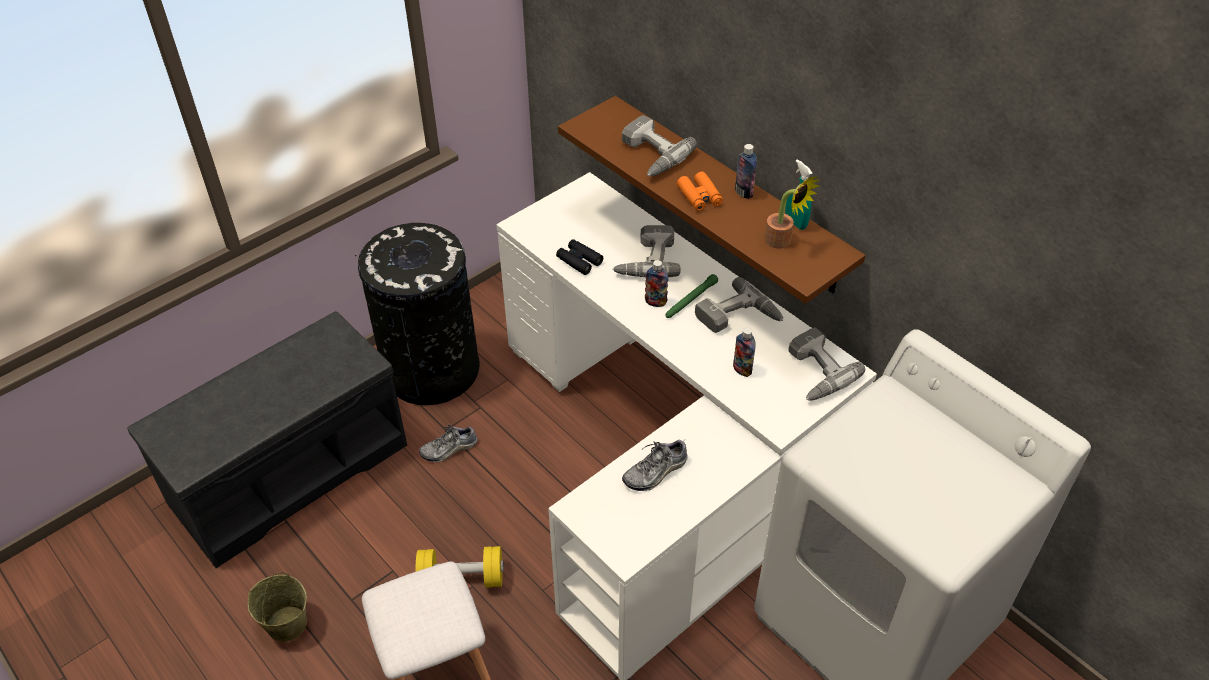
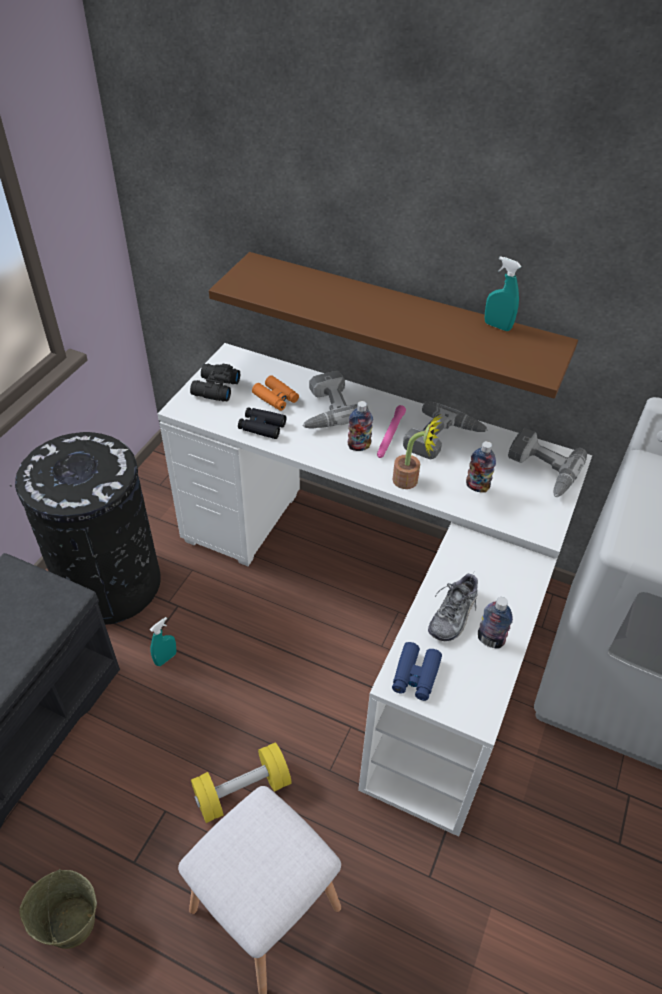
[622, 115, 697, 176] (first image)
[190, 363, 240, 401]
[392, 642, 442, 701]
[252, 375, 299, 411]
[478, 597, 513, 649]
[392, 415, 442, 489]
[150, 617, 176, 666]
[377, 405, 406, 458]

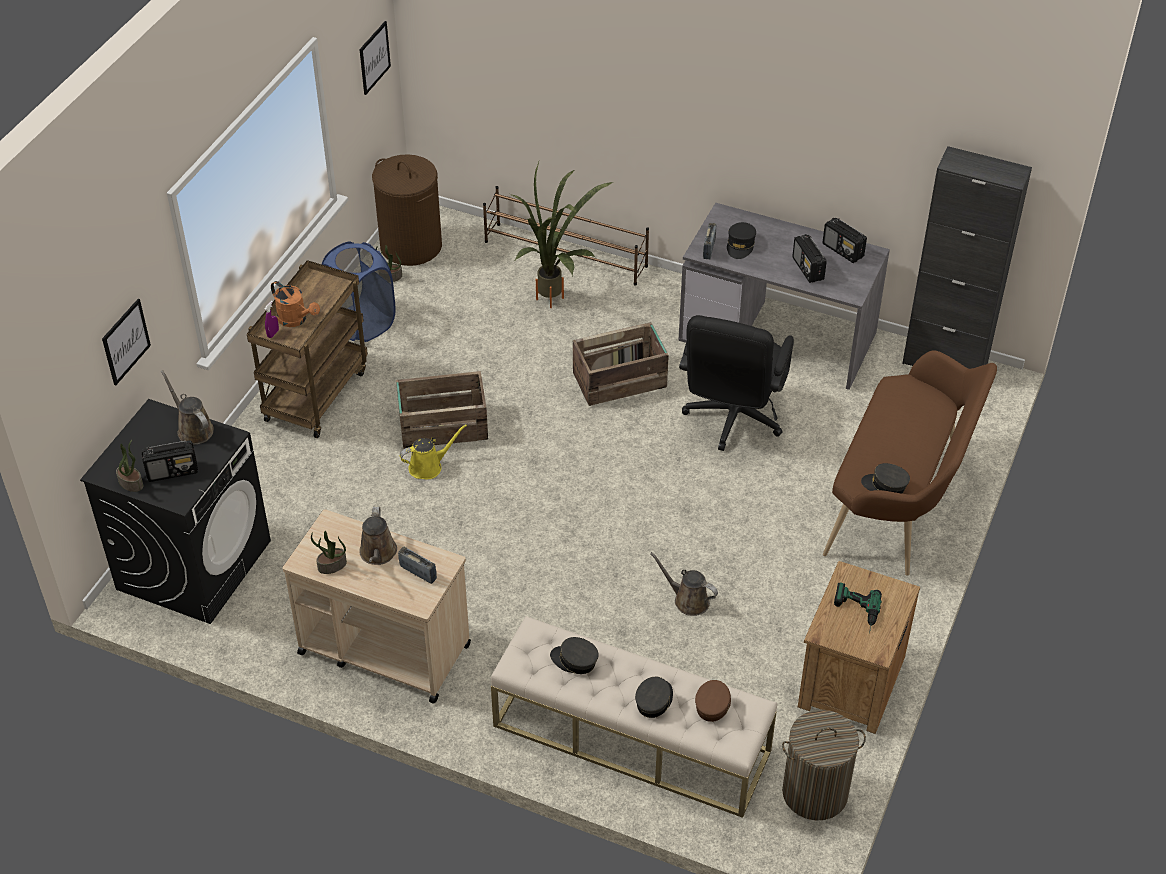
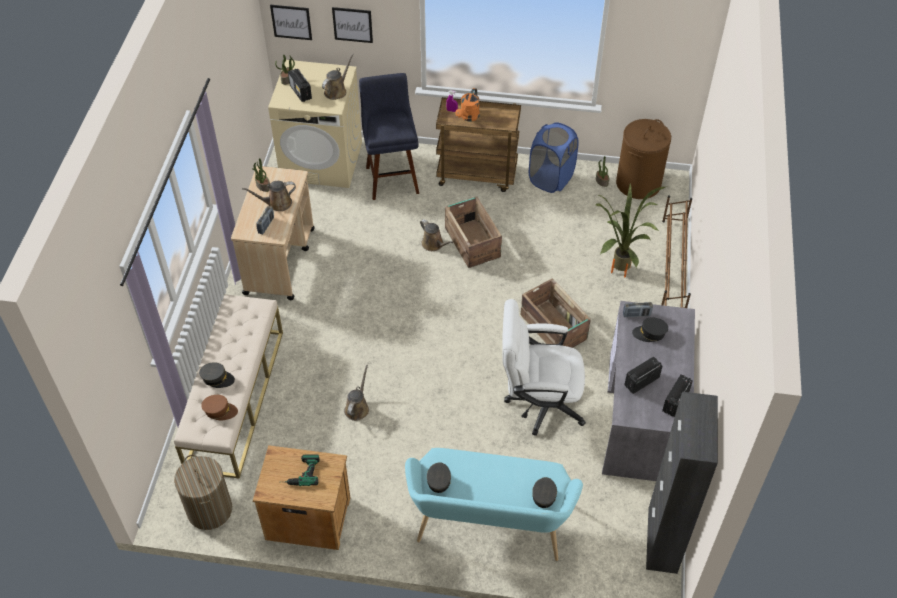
[359, 73, 419, 200]
[270, 5, 312, 40]
[532, 477, 557, 508]
[268, 60, 362, 188]
[420, 219, 453, 251]
[502, 299, 586, 436]
[405, 448, 583, 561]

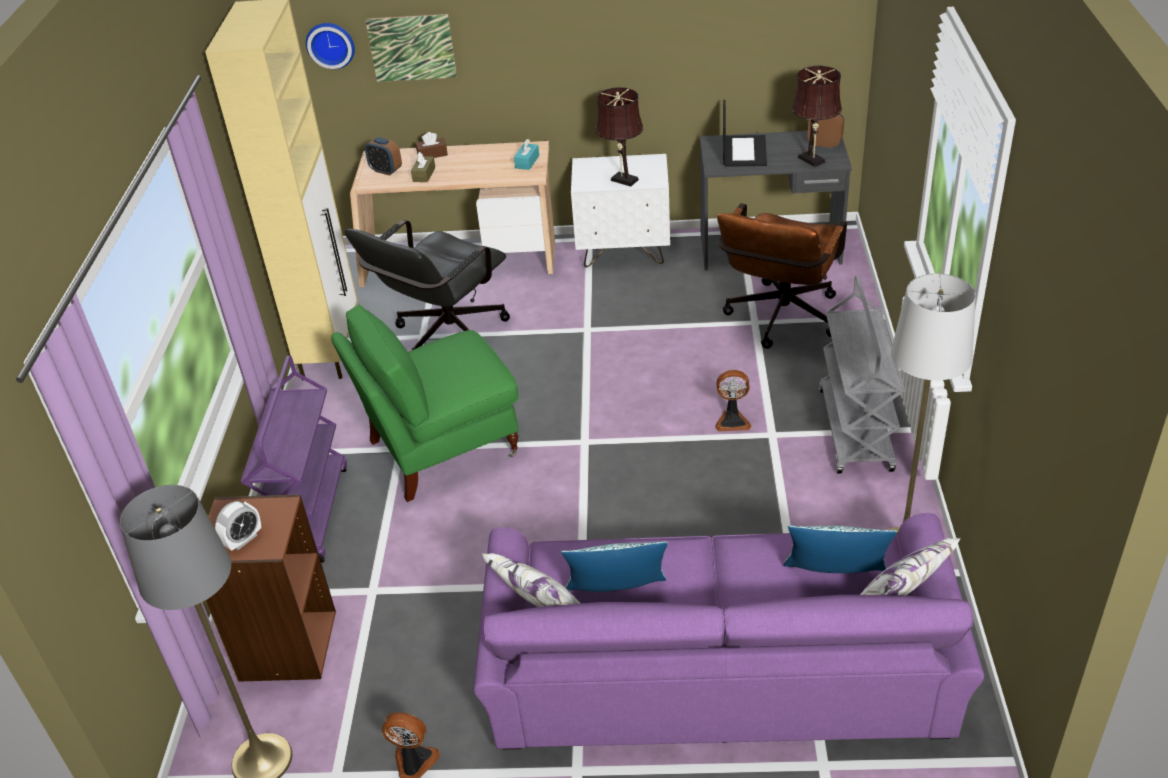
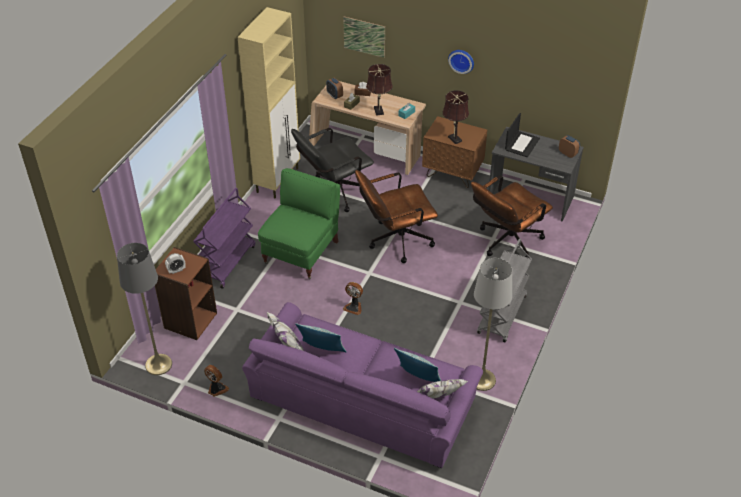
[355, 170, 438, 263]
[448, 50, 474, 74]
[343, 282, 363, 315]
[366, 64, 392, 116]
[422, 116, 487, 188]
[258, 168, 340, 279]

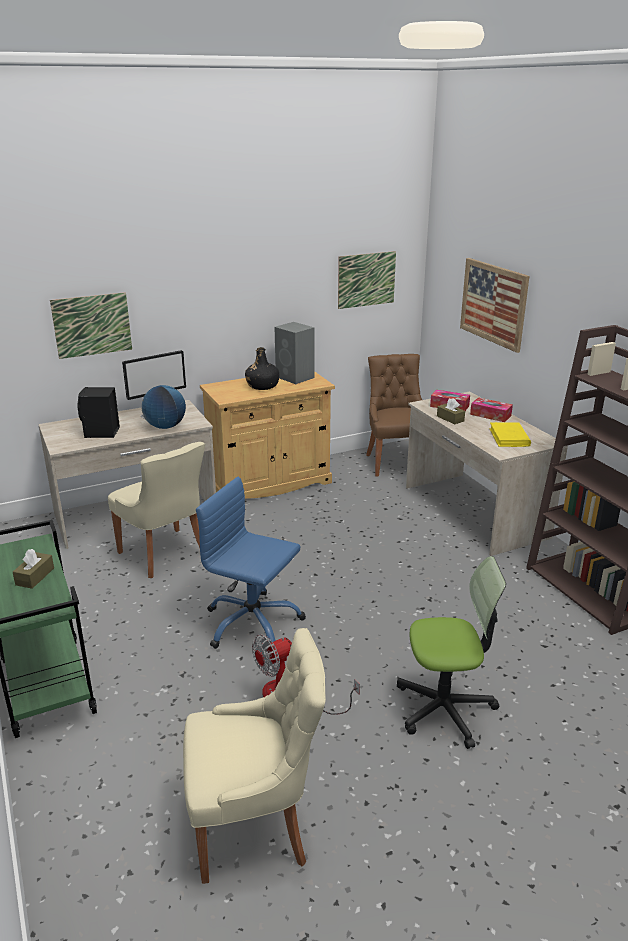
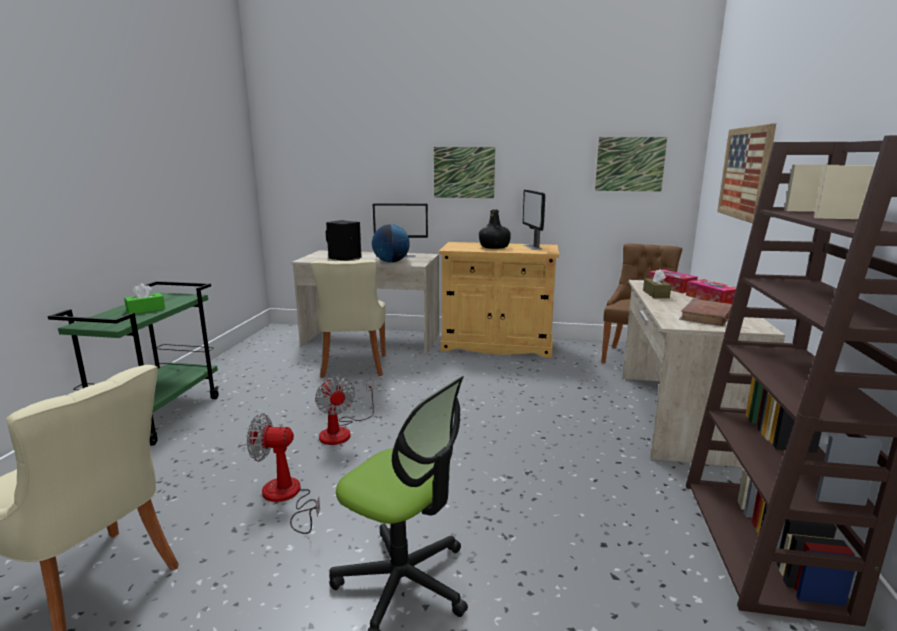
[434, 147, 495, 198]
[315, 377, 374, 445]
[522, 190, 545, 250]
[124, 283, 165, 314]
[679, 299, 732, 326]

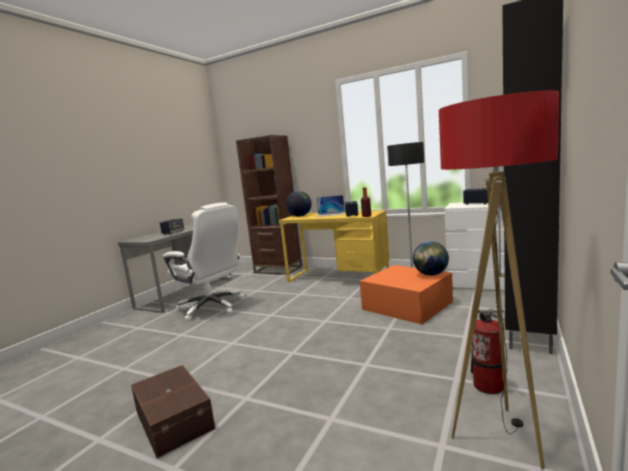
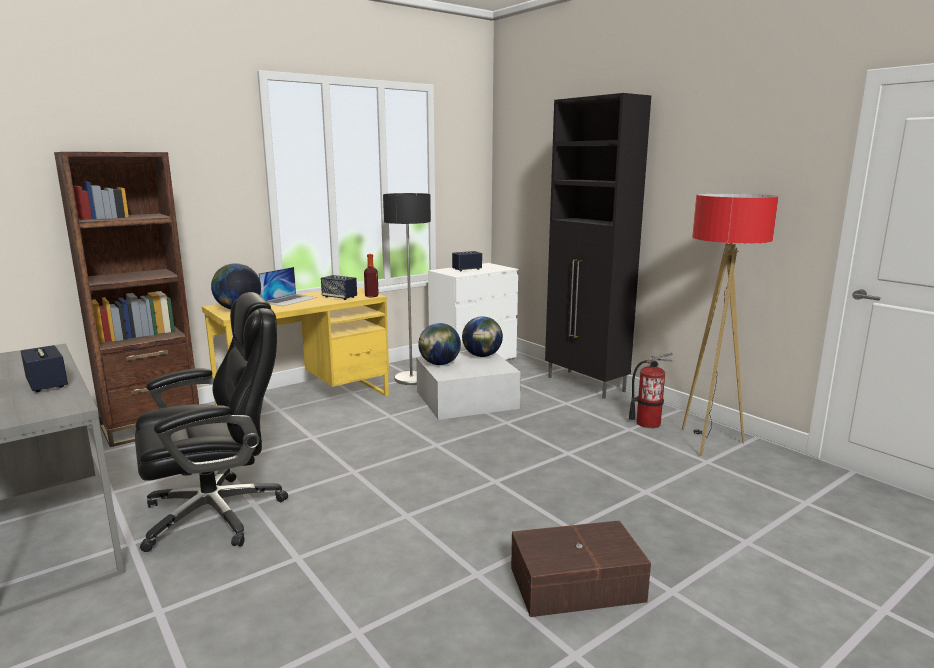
[418, 323, 461, 365]
[135, 292, 288, 552]
[416, 352, 521, 420]

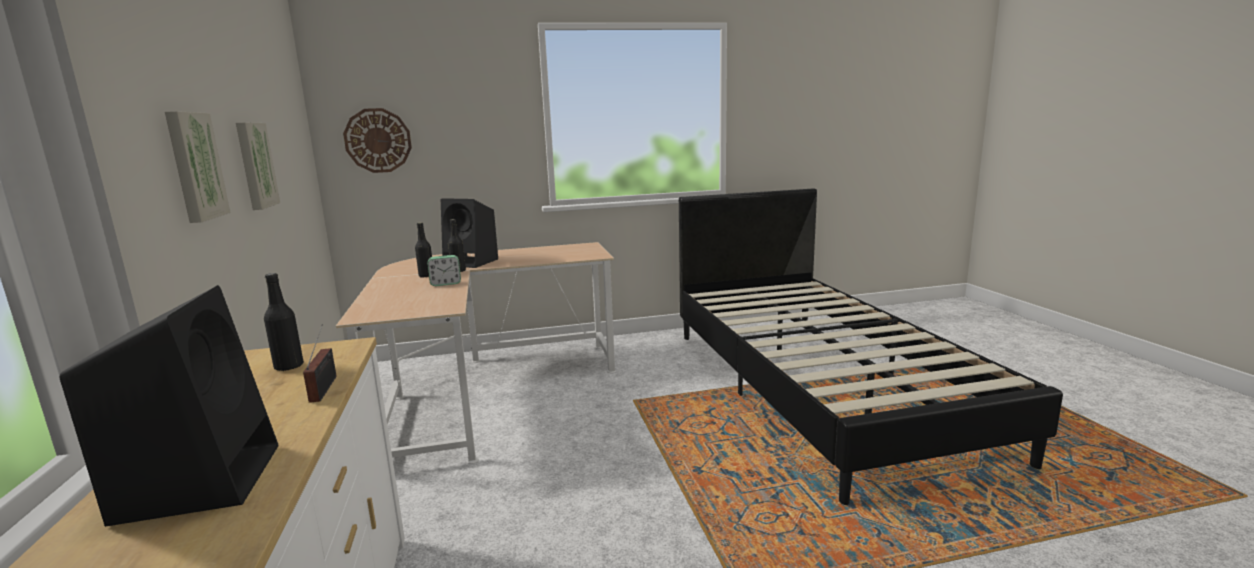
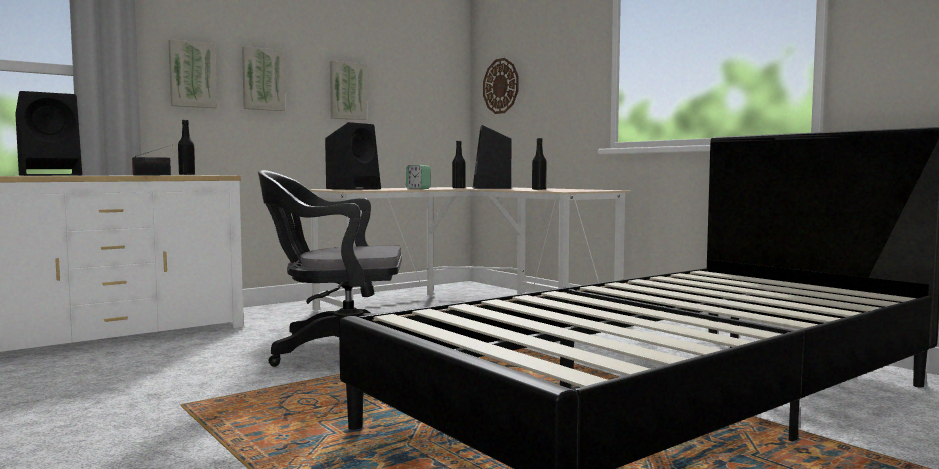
[169, 39, 217, 108]
[258, 170, 402, 367]
[325, 122, 381, 190]
[532, 138, 547, 190]

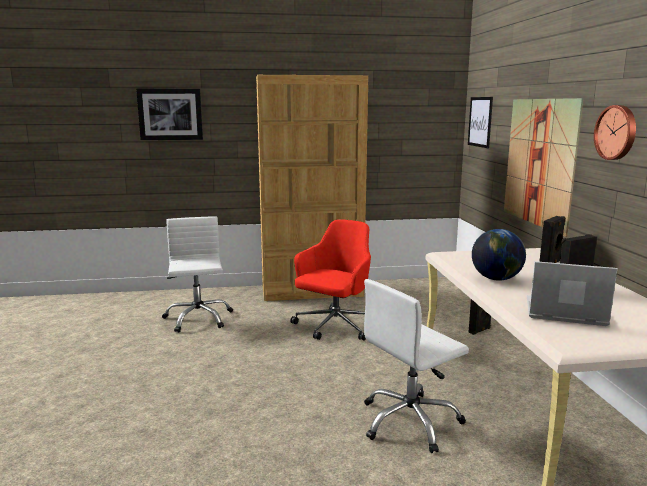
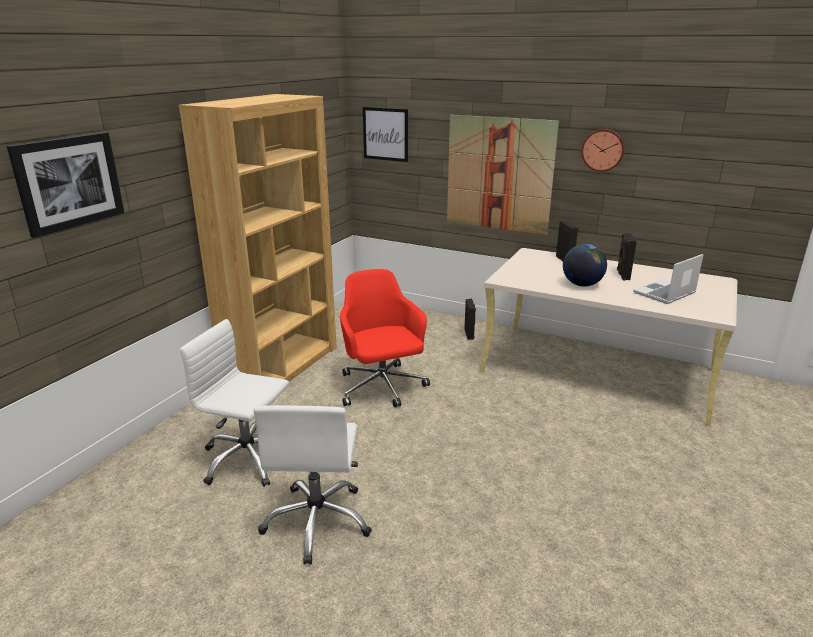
[254, 405, 372, 565]

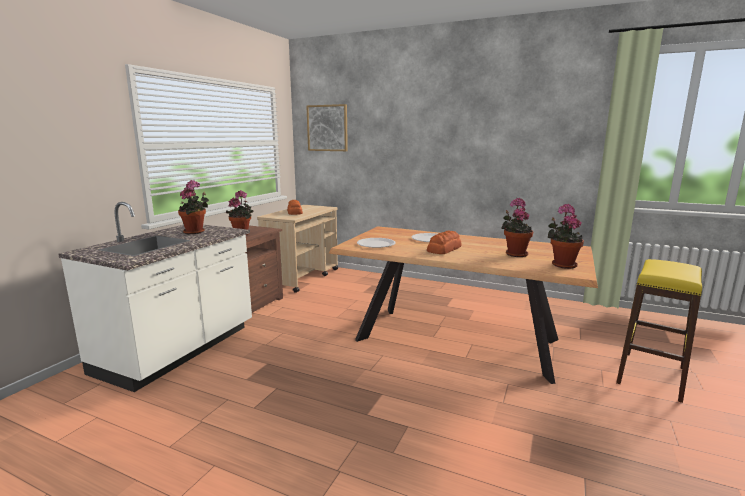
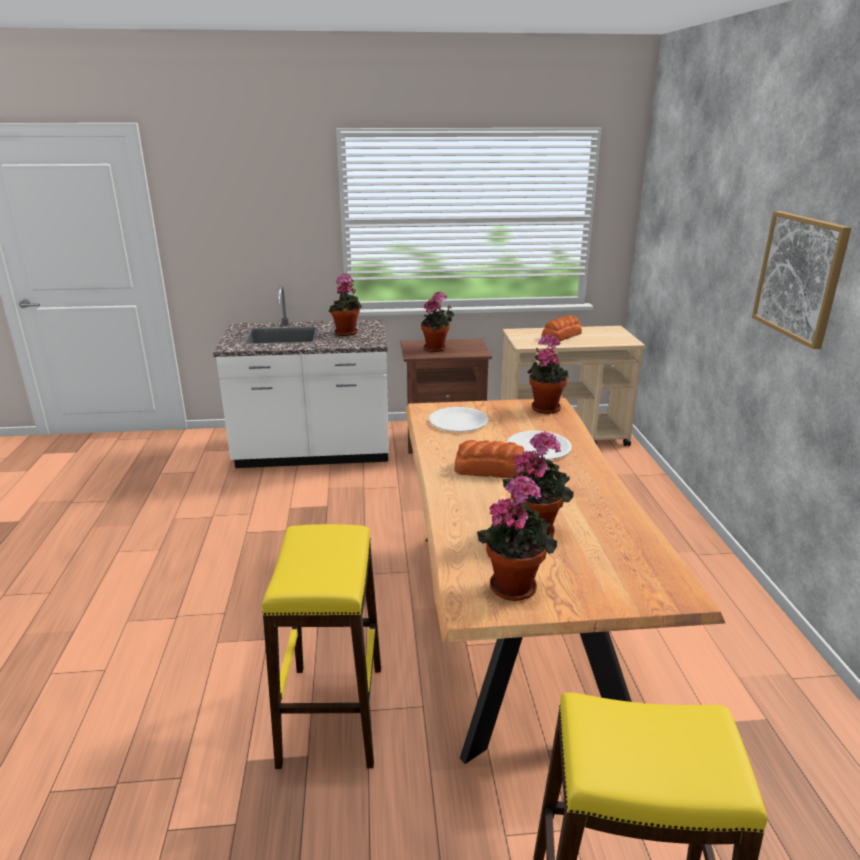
[262, 524, 381, 769]
[527, 334, 569, 414]
[752, 211, 852, 350]

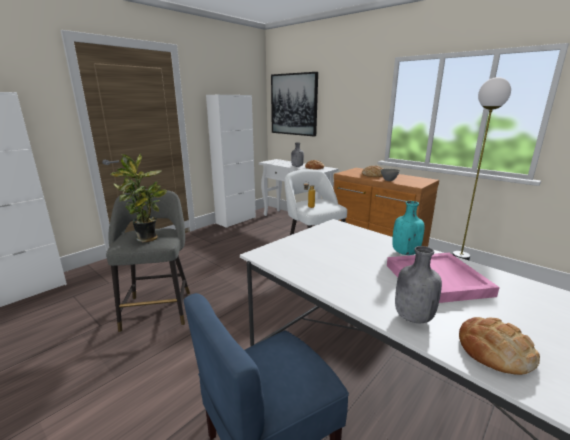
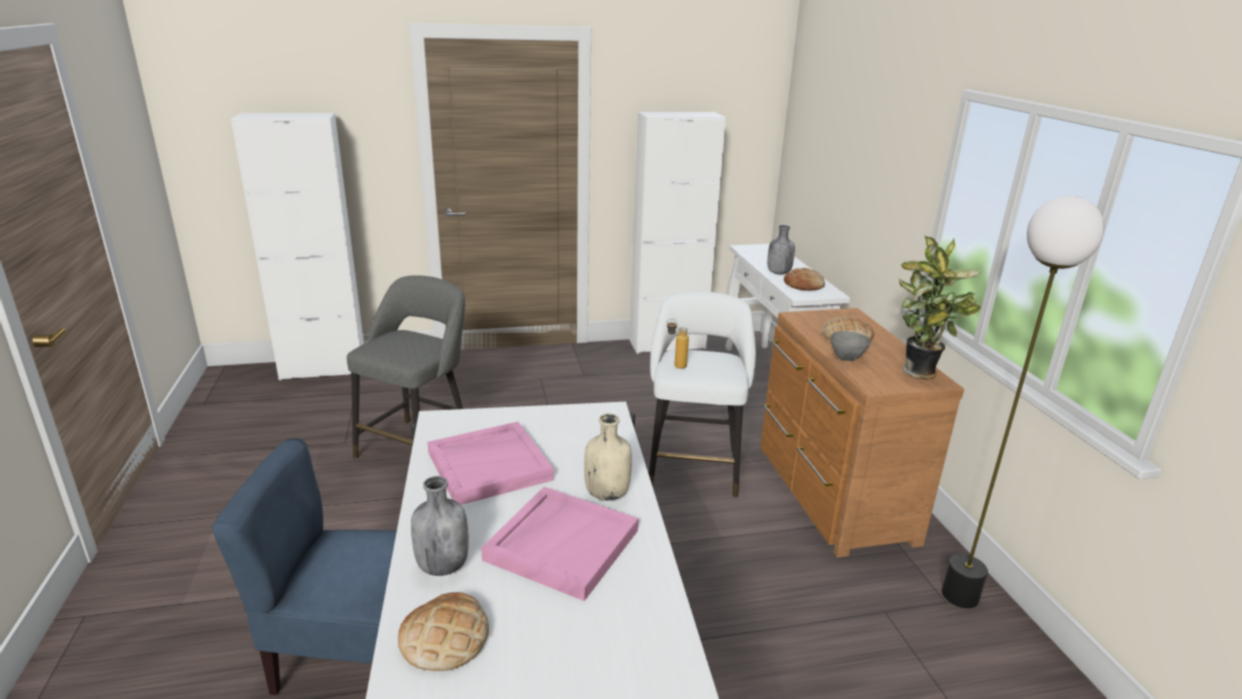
[271, 72, 318, 137] (first image)
[427, 422, 554, 505]
[899, 235, 980, 380]
[584, 414, 632, 500]

